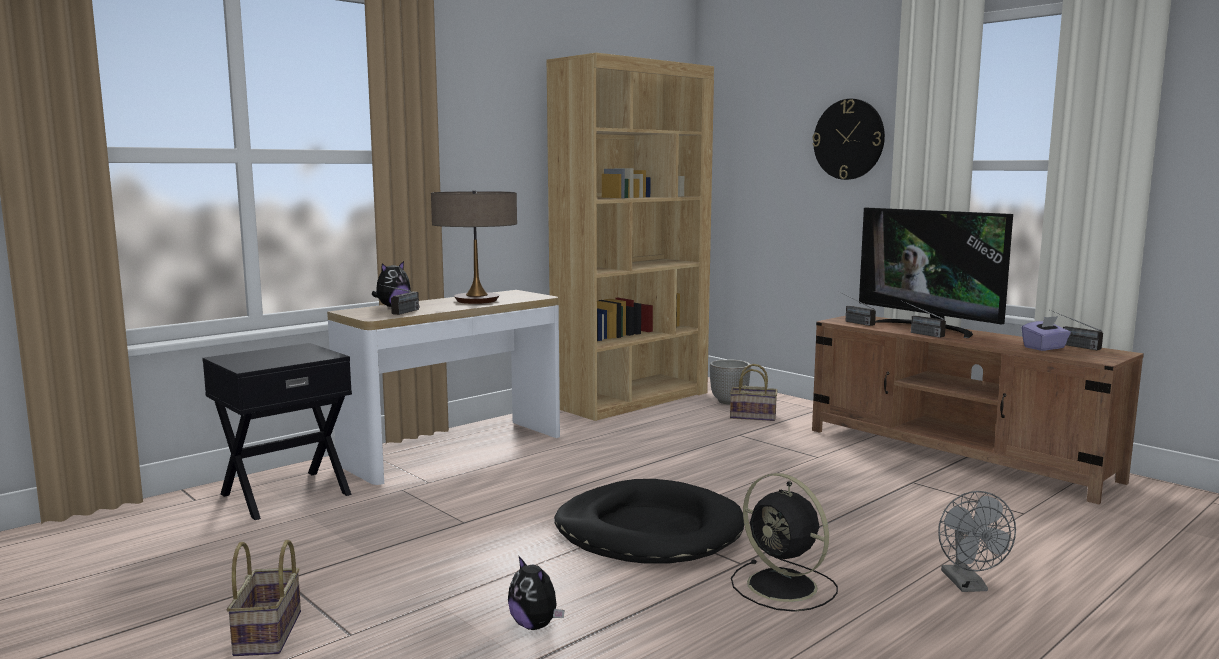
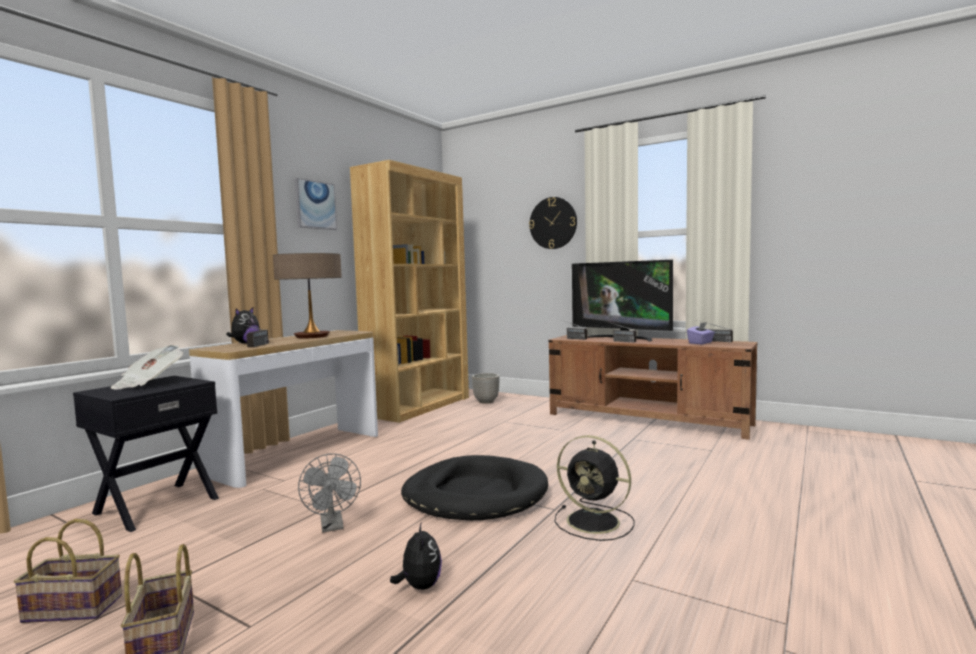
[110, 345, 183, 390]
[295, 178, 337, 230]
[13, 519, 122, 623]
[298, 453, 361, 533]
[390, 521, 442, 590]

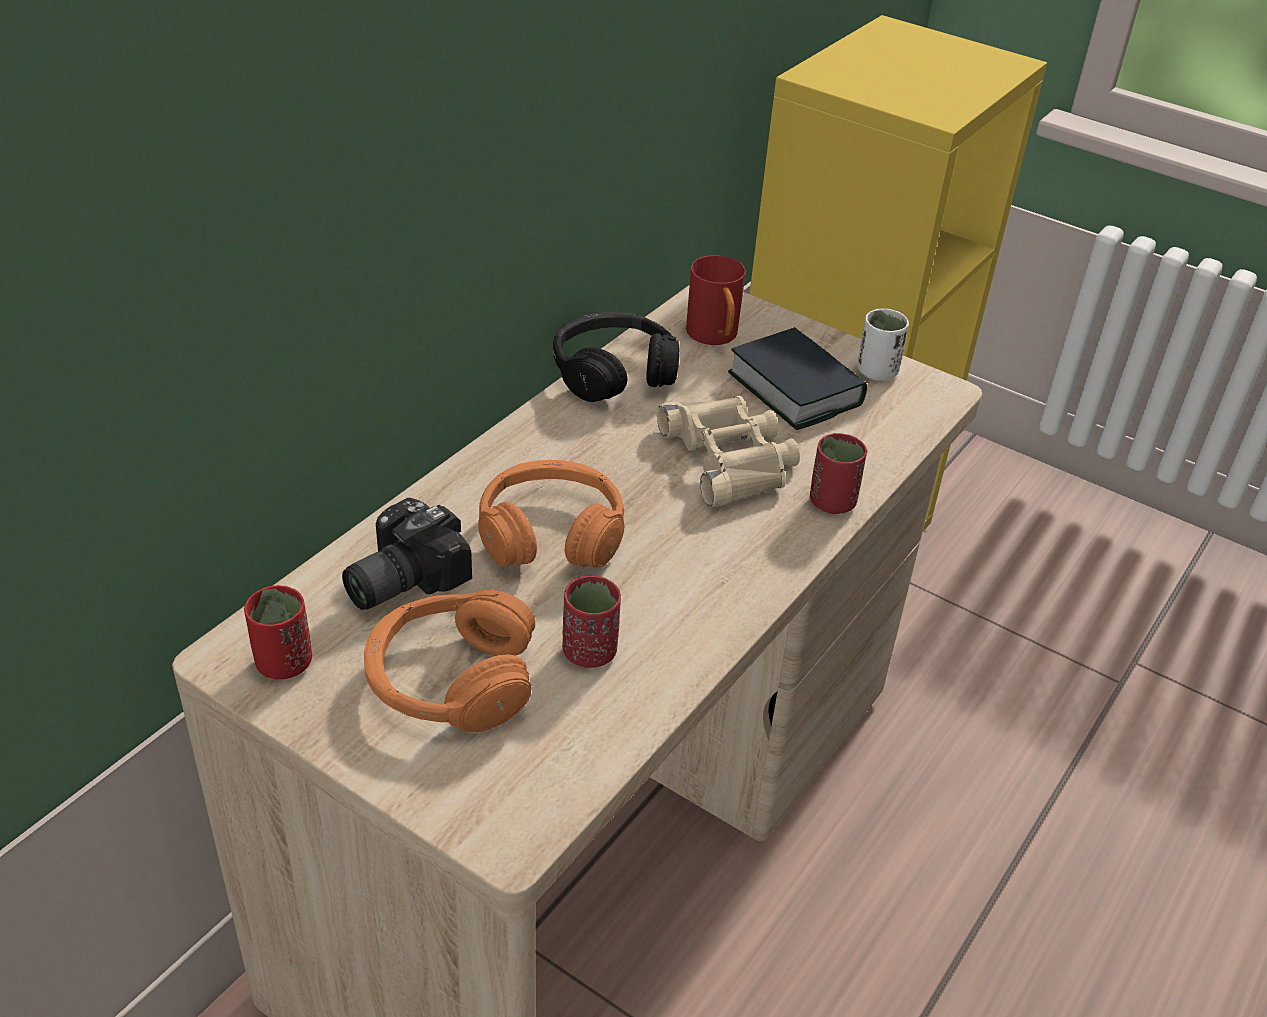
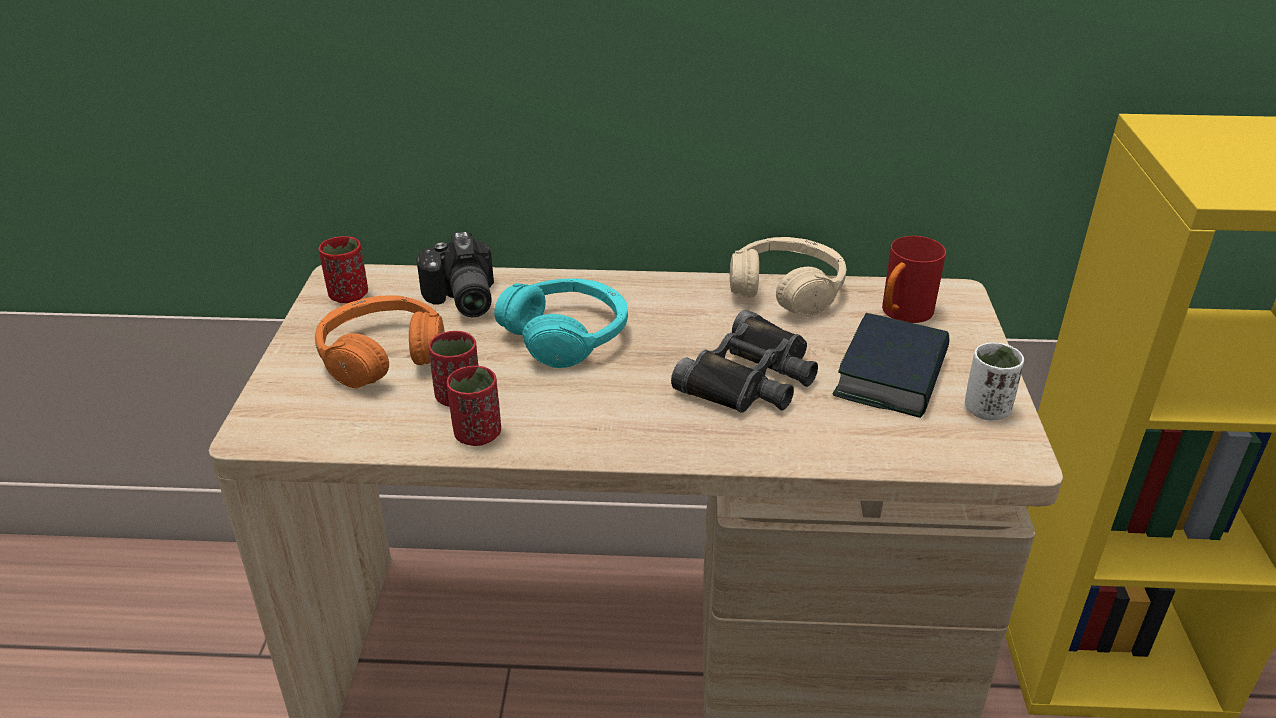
[446, 366, 501, 446]
[494, 278, 628, 368]
[729, 237, 846, 317]
[671, 310, 818, 413]
[416, 231, 494, 317]

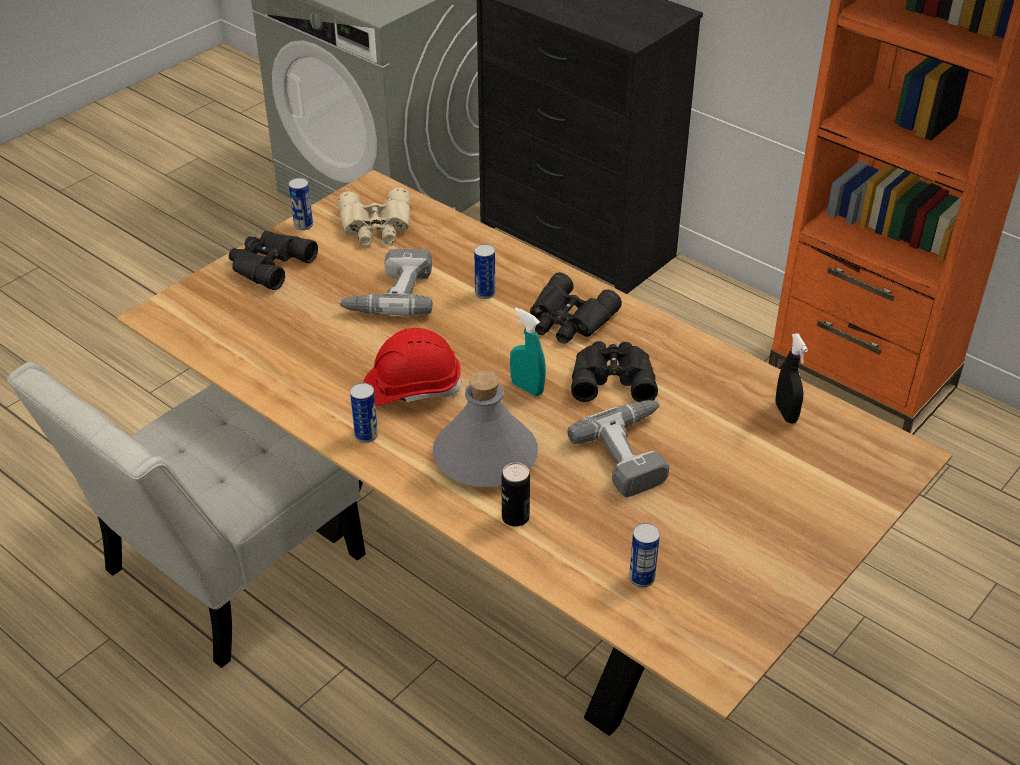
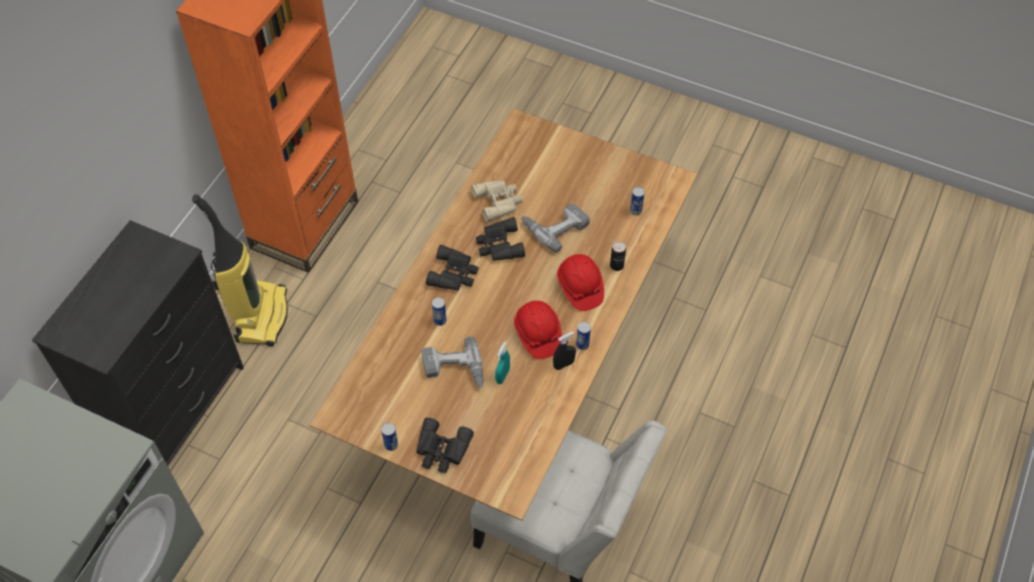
[192, 194, 288, 347]
[471, 180, 522, 222]
[495, 342, 510, 384]
[553, 331, 576, 370]
[557, 254, 604, 311]

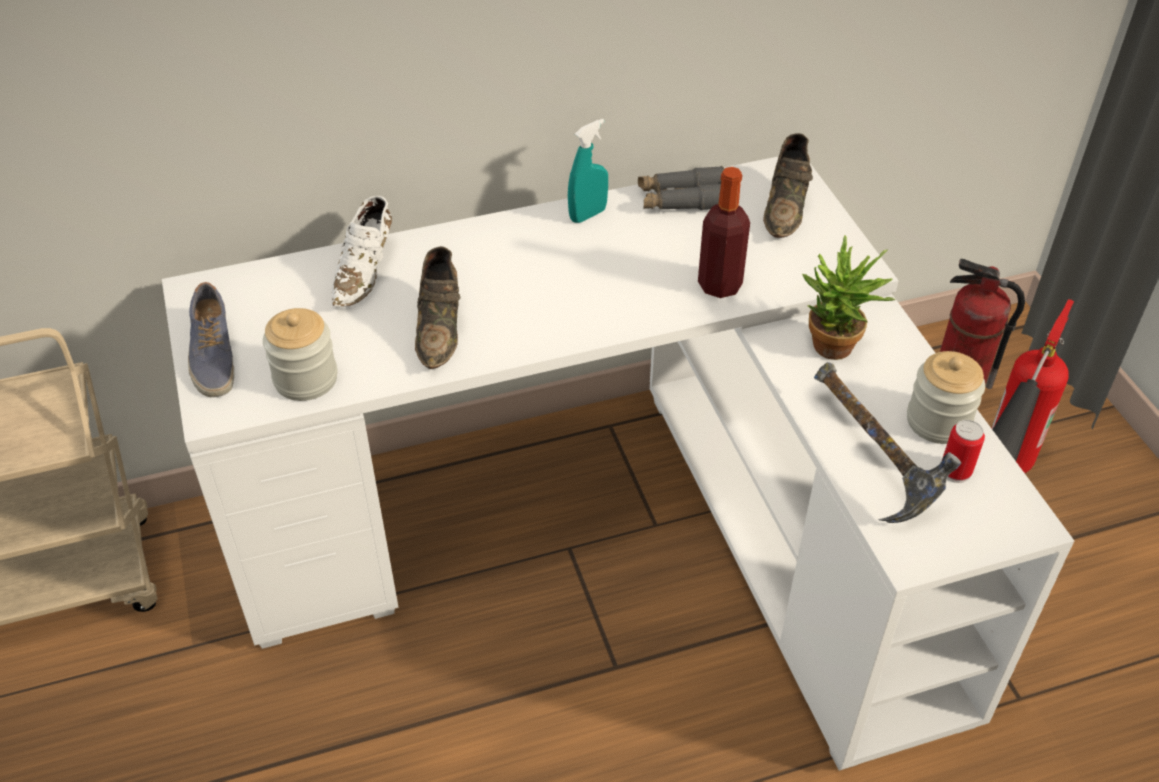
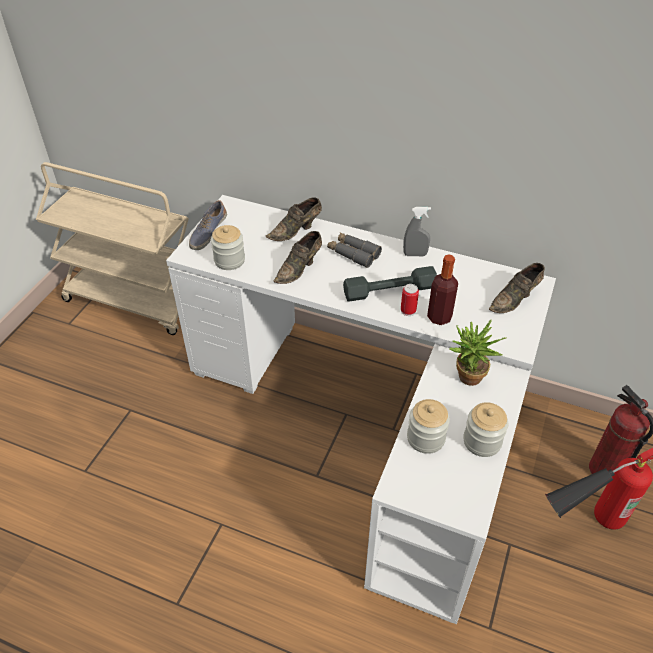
[343, 266, 437, 302]
[327, 232, 382, 268]
[401, 284, 419, 316]
[407, 399, 450, 454]
[266, 197, 322, 241]
[403, 207, 431, 256]

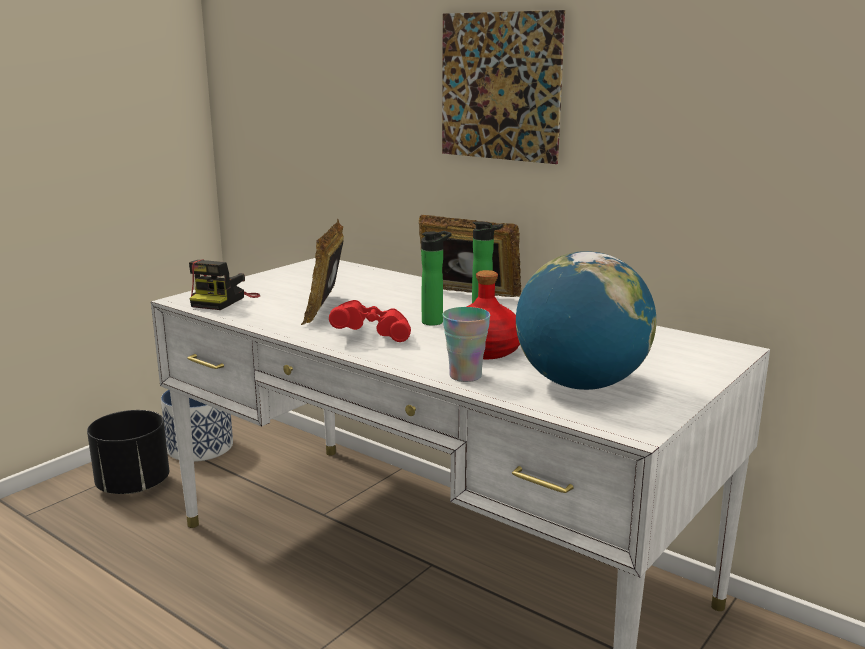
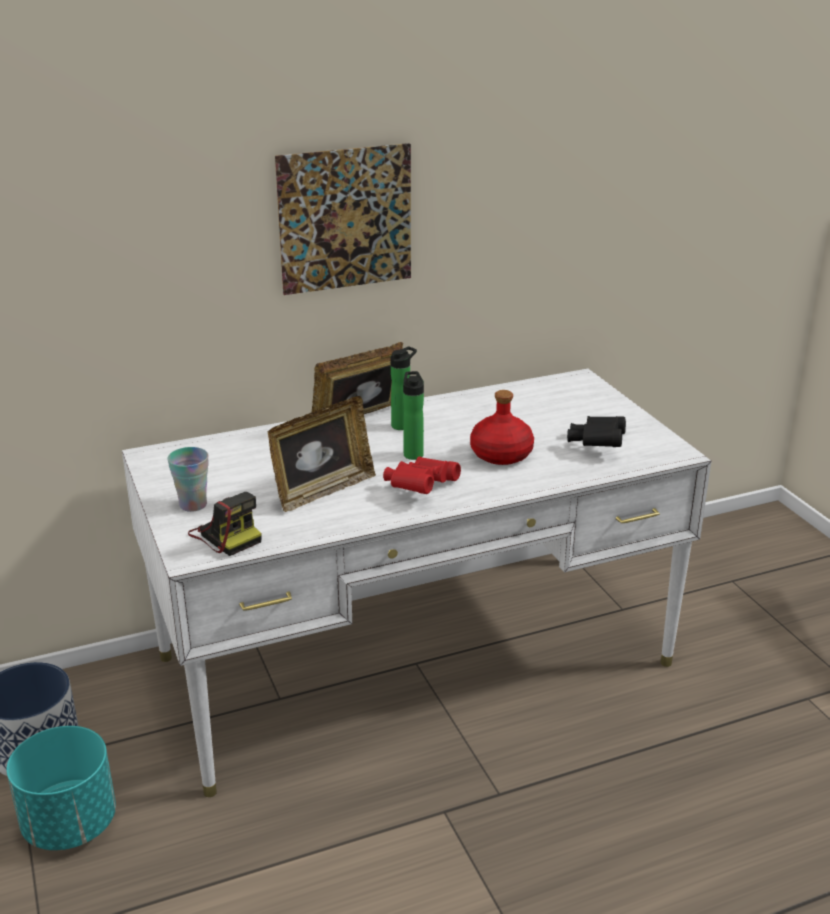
[167, 447, 209, 512]
[567, 416, 626, 447]
[7, 726, 116, 850]
[268, 396, 376, 512]

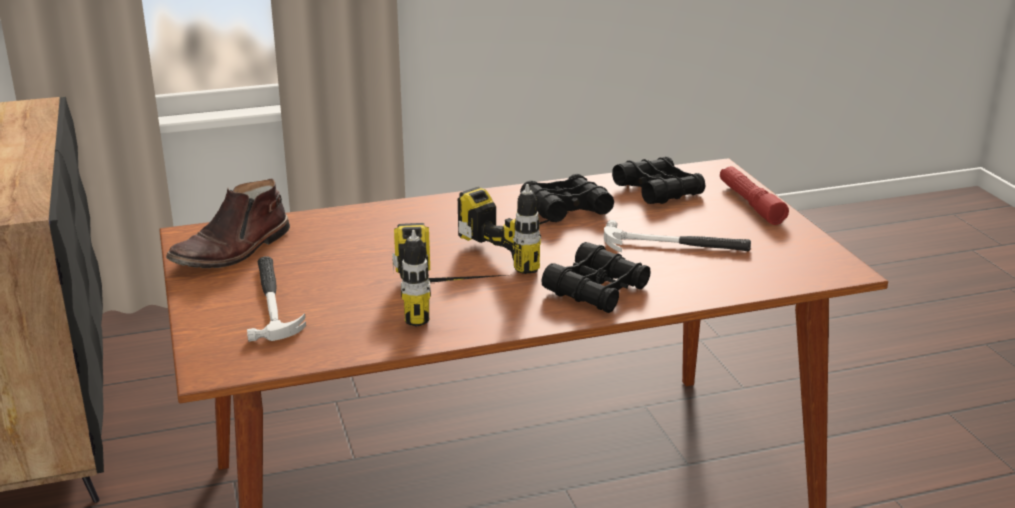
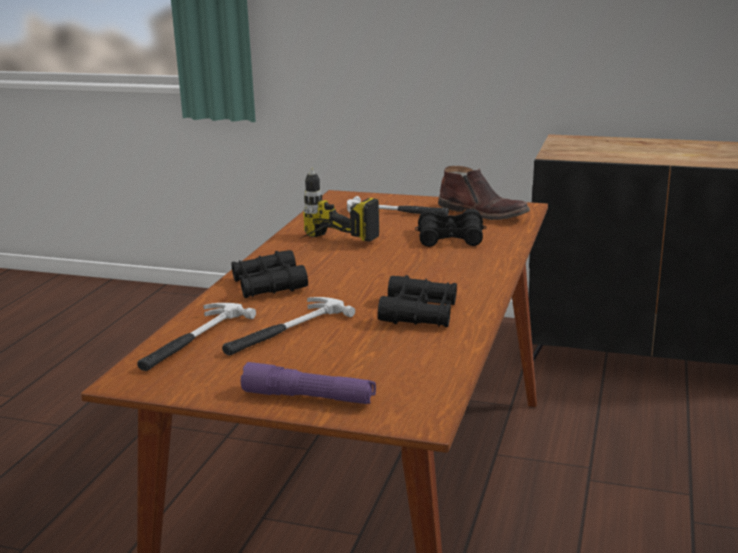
[458, 184, 572, 274] (first image)
[137, 303, 256, 371]
[415, 208, 486, 247]
[241, 362, 376, 404]
[438, 166, 530, 220]

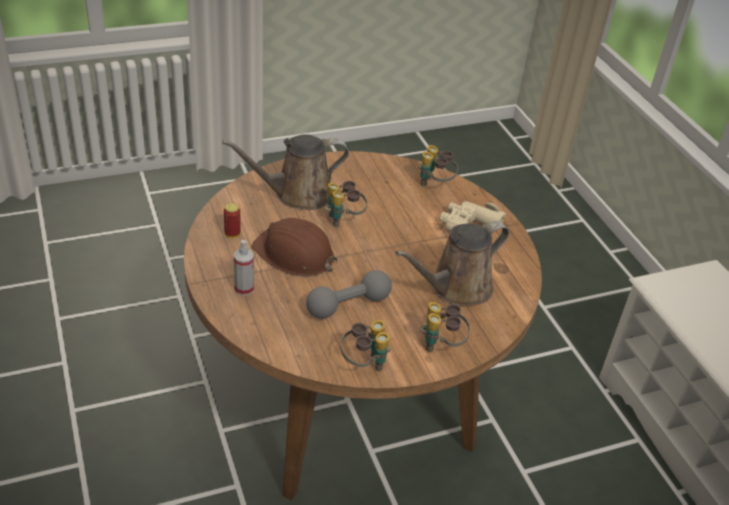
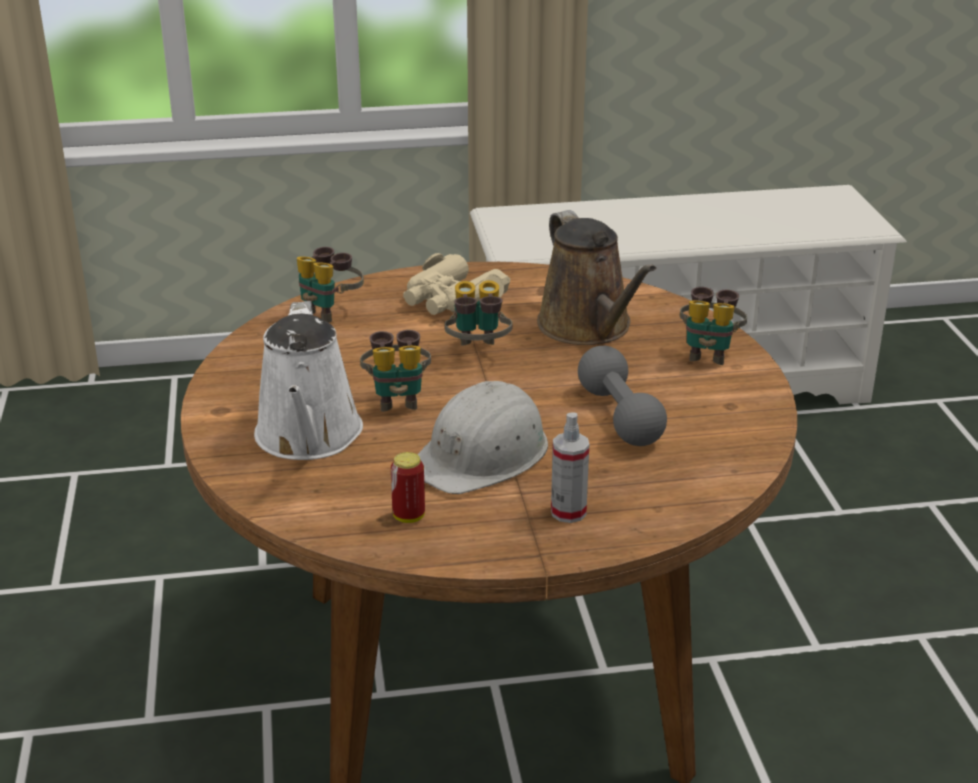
[445, 280, 513, 346]
[254, 301, 363, 460]
[418, 381, 548, 494]

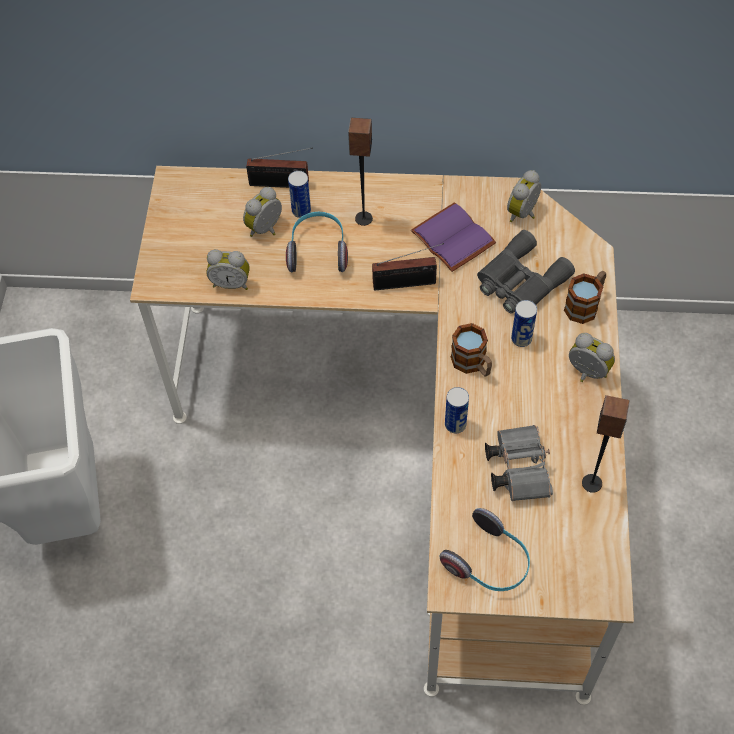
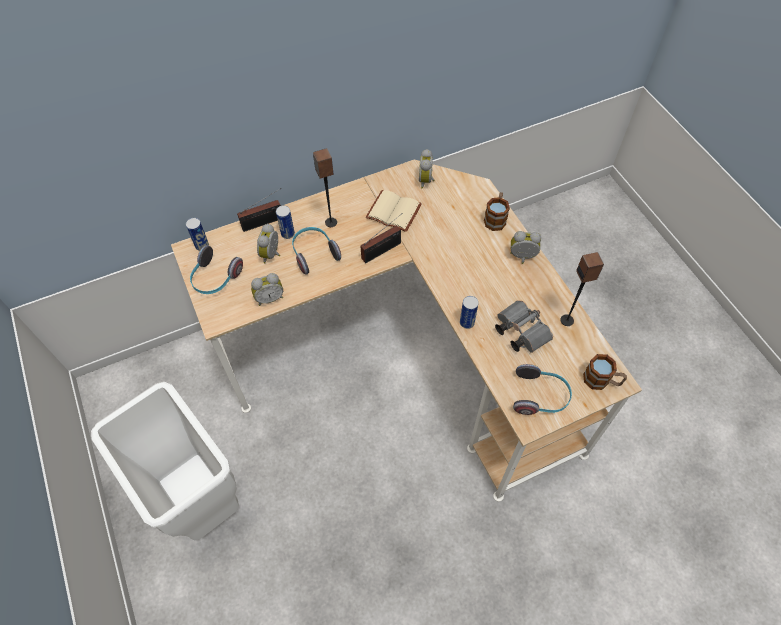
[477, 230, 575, 314] (first image)
[190, 245, 243, 294]
[583, 354, 627, 390]
[186, 218, 209, 251]
[366, 190, 422, 232]

